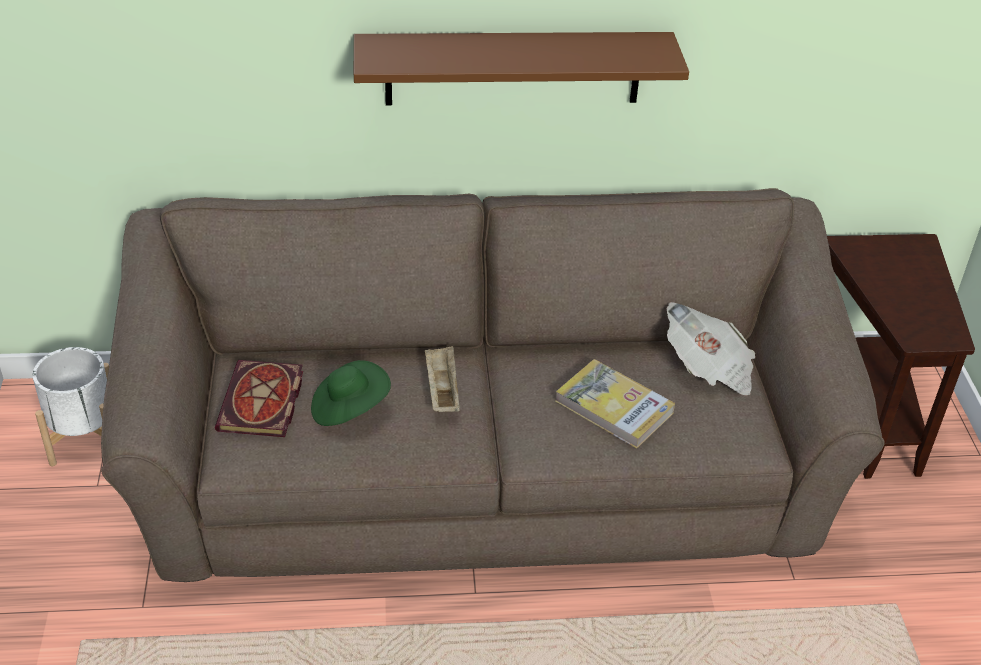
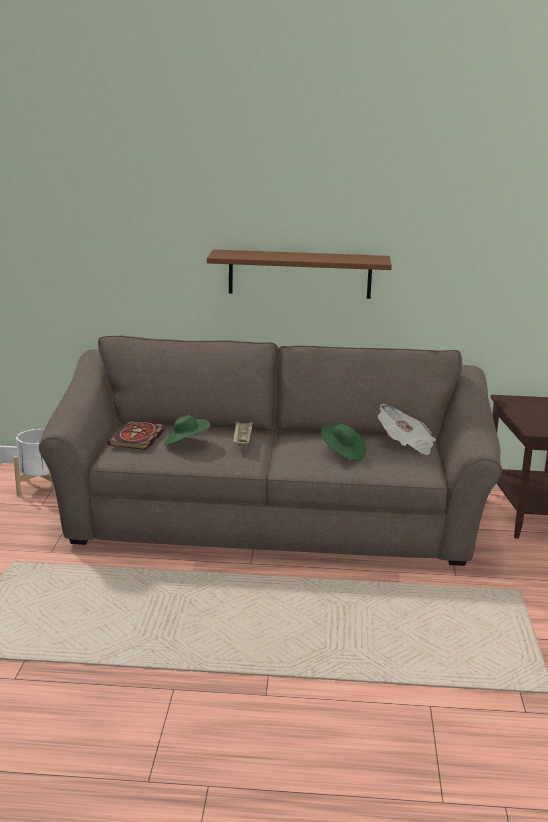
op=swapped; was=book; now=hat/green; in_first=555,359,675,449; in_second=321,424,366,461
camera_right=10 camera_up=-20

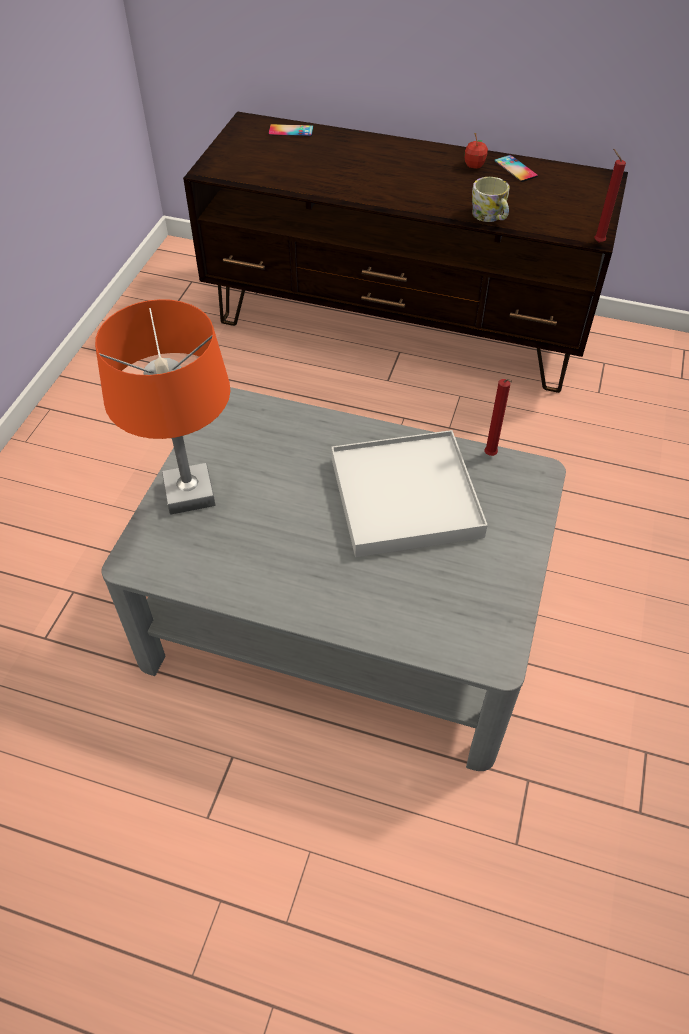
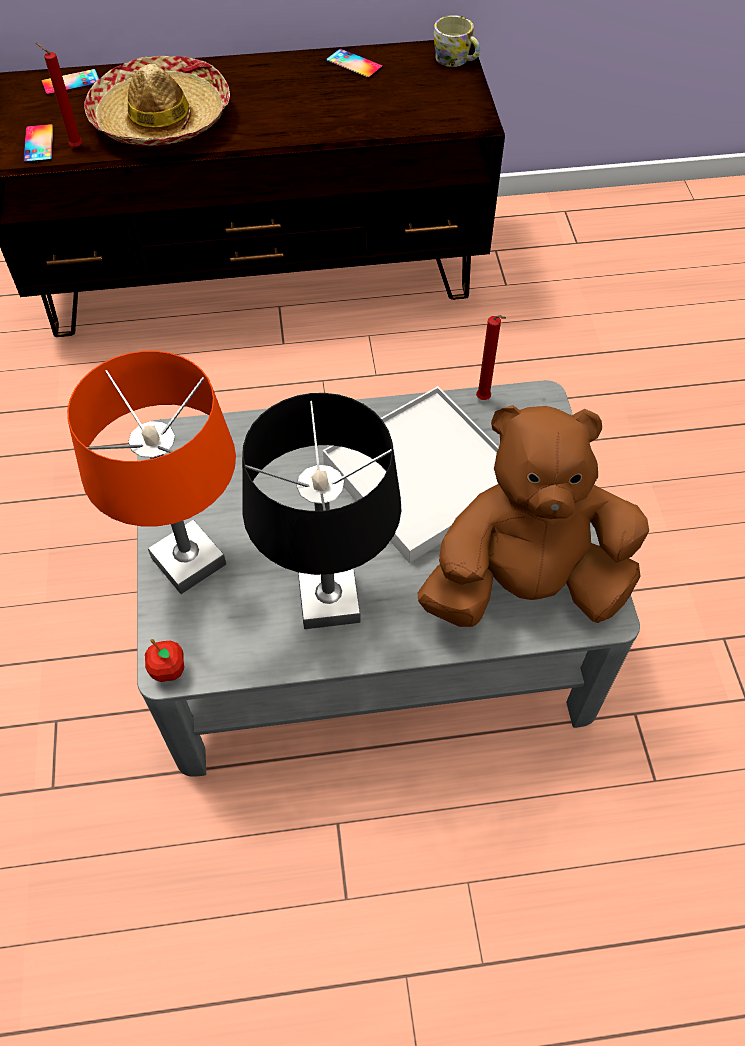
op=new; now=phone; in_second=23,124,54,163
op=shifted; was=candle/red; in_first=594,149,626,243; in_second=35,42,82,148
op=new; now=hat; in_second=84,56,230,146
op=shifted; was=apple; in_first=464,133,488,169; in_second=145,639,184,682
op=new; now=table lamp/black; in_second=242,393,401,629
op=new; now=plush toy/brown; in_second=418,405,649,627
op=shifted; was=mug; in_first=472,177,509,222; in_second=434,15,480,67
camera_right=-25 camera_up=5

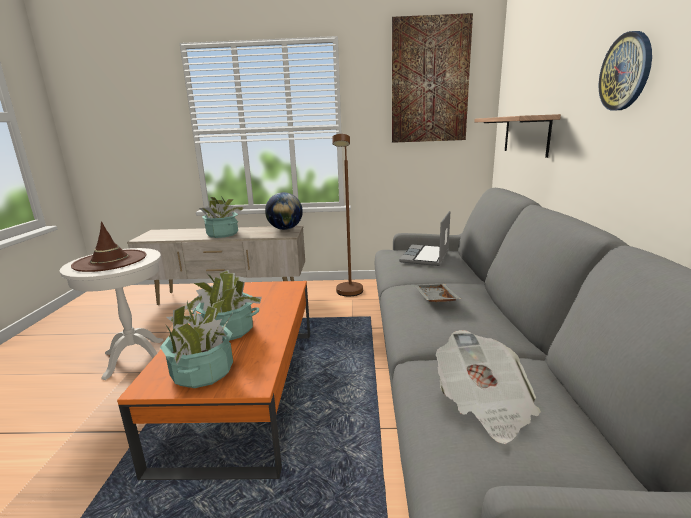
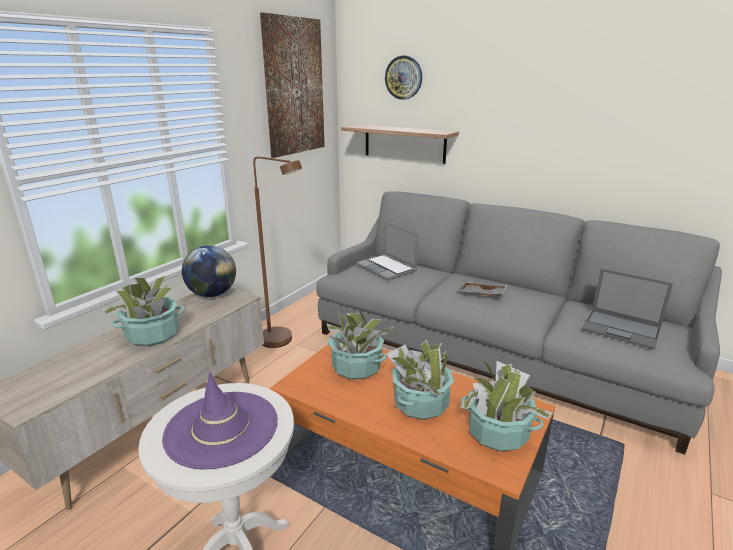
op=repainted; was=hat/brown; now=hat/purple; in_first=71,222,146,272; in_second=162,372,278,470
op=new; now=potted plant; in_second=326,310,394,380
op=shifted; was=wall clock; in_first=599,31,652,111; in_second=385,56,422,100
op=swapped; was=newspaper; now=laptop; in_first=436,330,541,444; in_second=582,268,673,350
camera_right=-60 camera_up=5

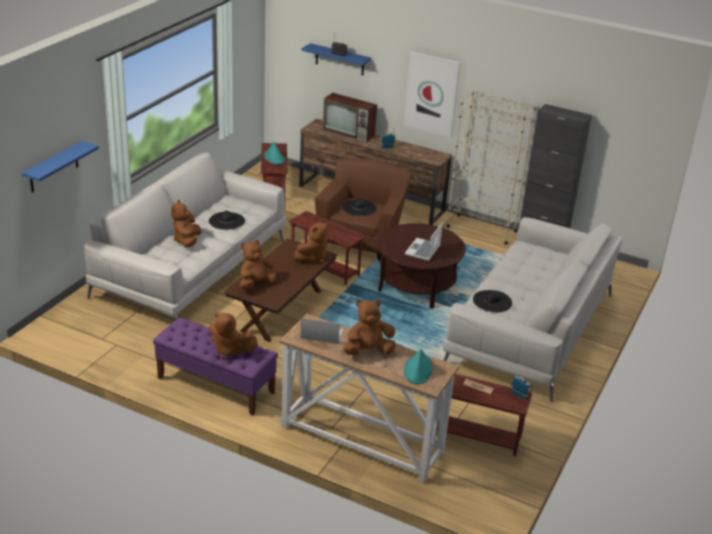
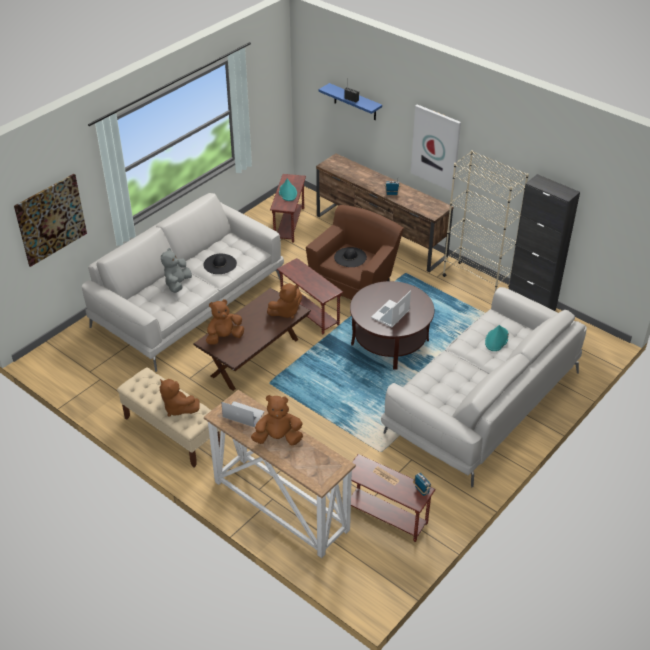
op=swapped; was=shelf/blue; now=picture; in_first=22,141,99,193; in_second=14,174,87,267
op=repainted; was=bench/purple; now=bench/beige; in_first=153,318,278,416; in_second=117,367,220,467
op=repainted; was=plush toy/brown; now=plush toy/grey; in_first=171,200,202,247; in_second=161,248,192,293
op=shifted; was=hat/turquoise; in_first=404,349,433,384; in_second=485,325,509,351
op=gone; was=television; in_first=322,93,377,142
op=gone; was=hat/black; in_first=473,290,512,312
camera_right=15 camera_up=10

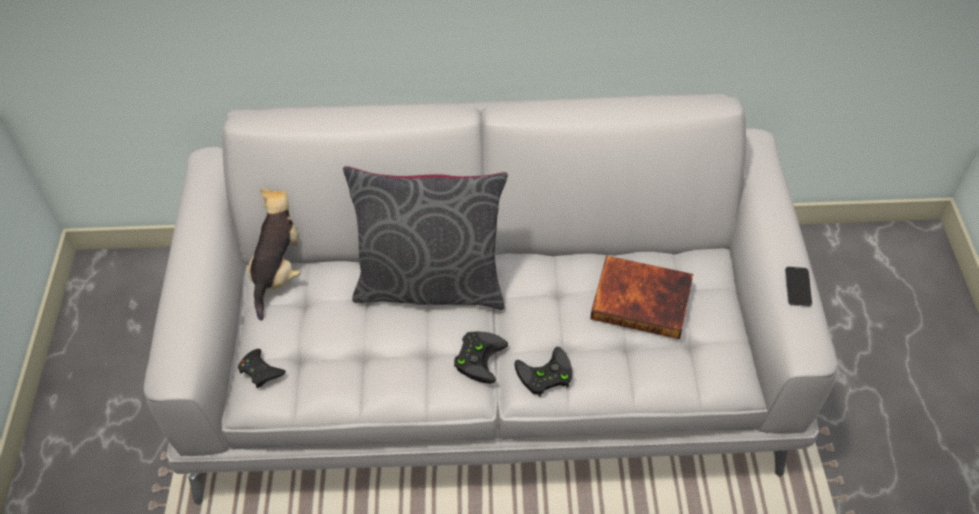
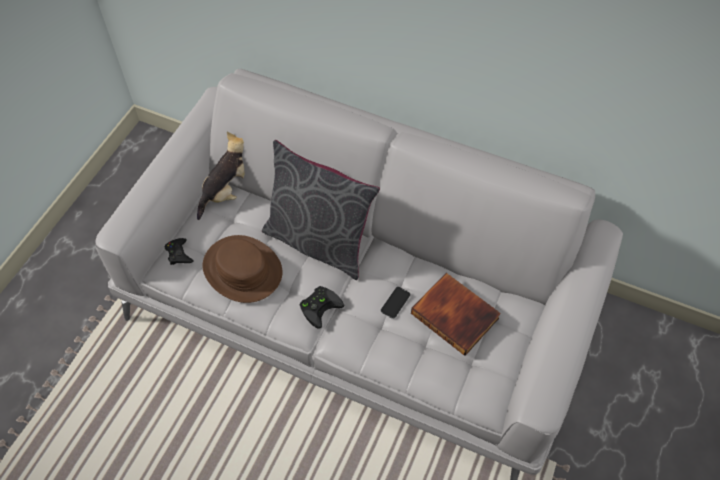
op=new; now=hat/brown; in_second=203,235,283,303
op=shifted; was=phone; in_first=785,267,812,307; in_second=381,287,410,319
op=gone; was=game controller/black; in_first=514,347,572,397
camera_right=25 camera_up=5

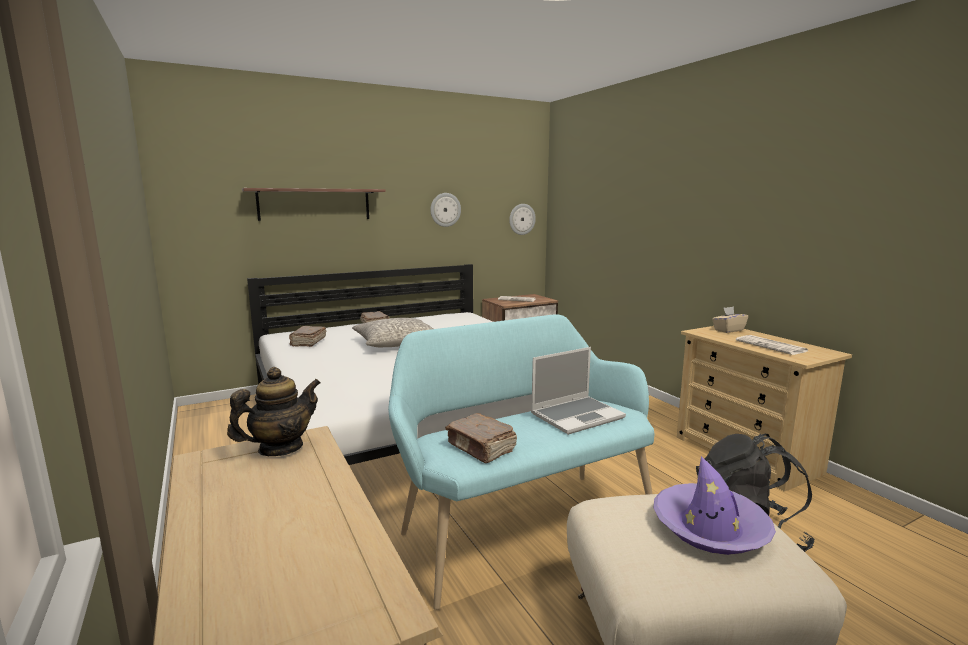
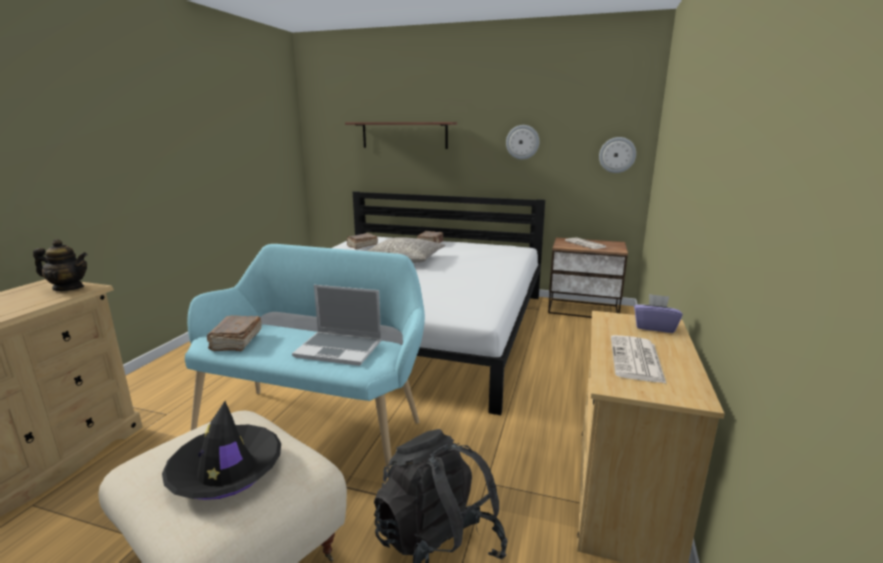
op=repainted; was=hat/purple; now=hat/black; in_first=654,456,776,555; in_second=162,401,281,500
op=repainted; was=tissue box/beige; now=tissue box/purple; in_first=712,306,748,333; in_second=634,294,683,333
camera_right=45 camera_up=5

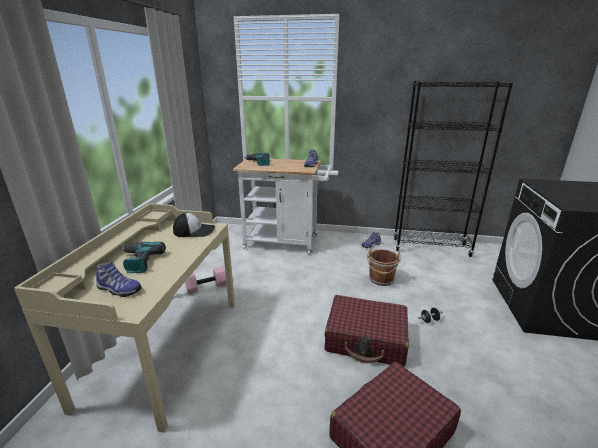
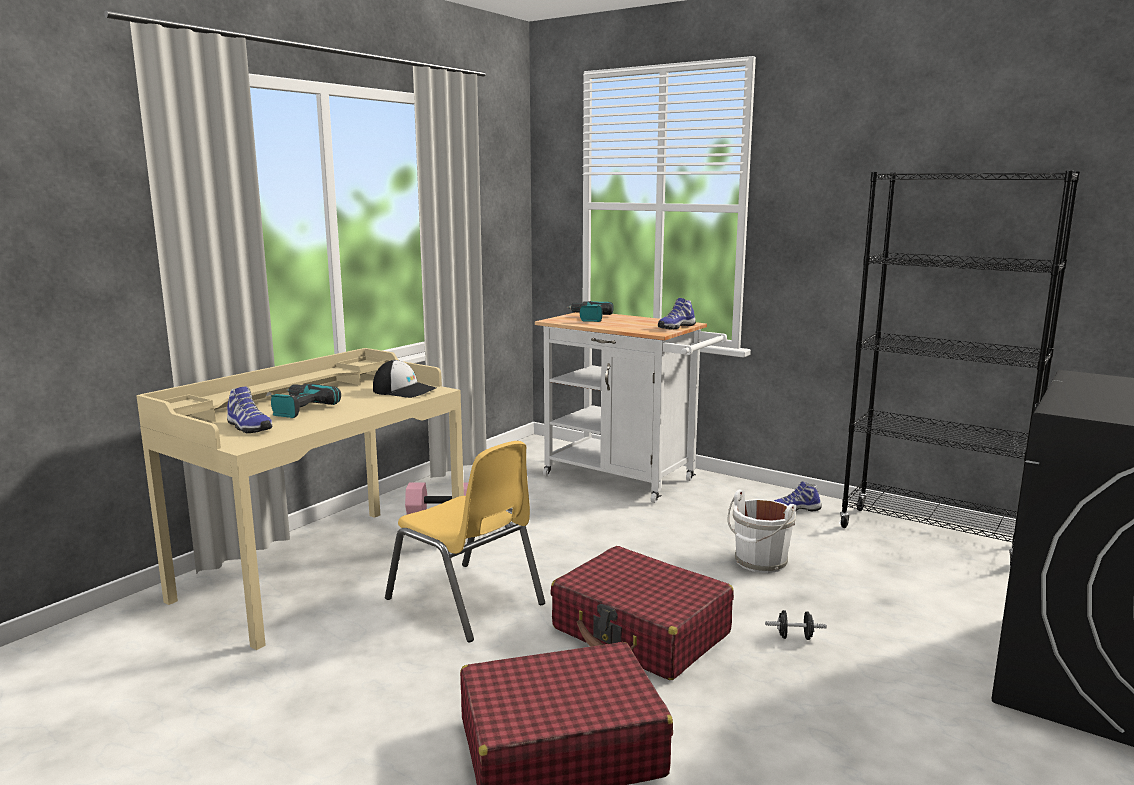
op=new; now=chair/yellow; in_second=385,441,545,642
op=repainted; was=bucket/brown; now=bucket/white; in_first=367,248,401,286; in_second=728,490,796,573
camera_right=25 camera_up=-10

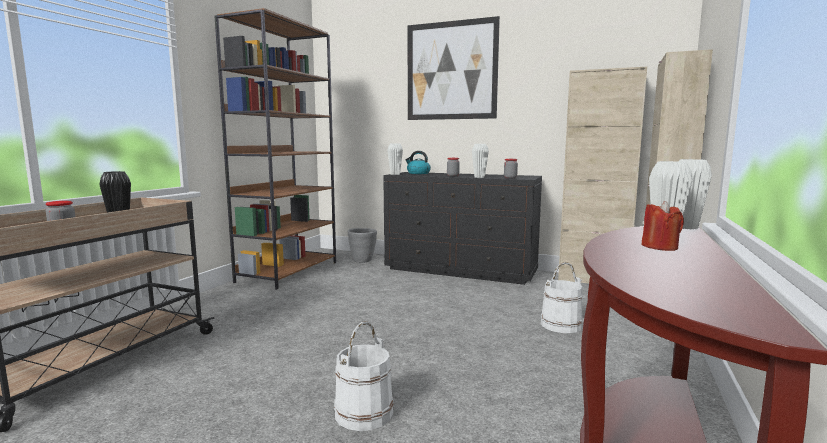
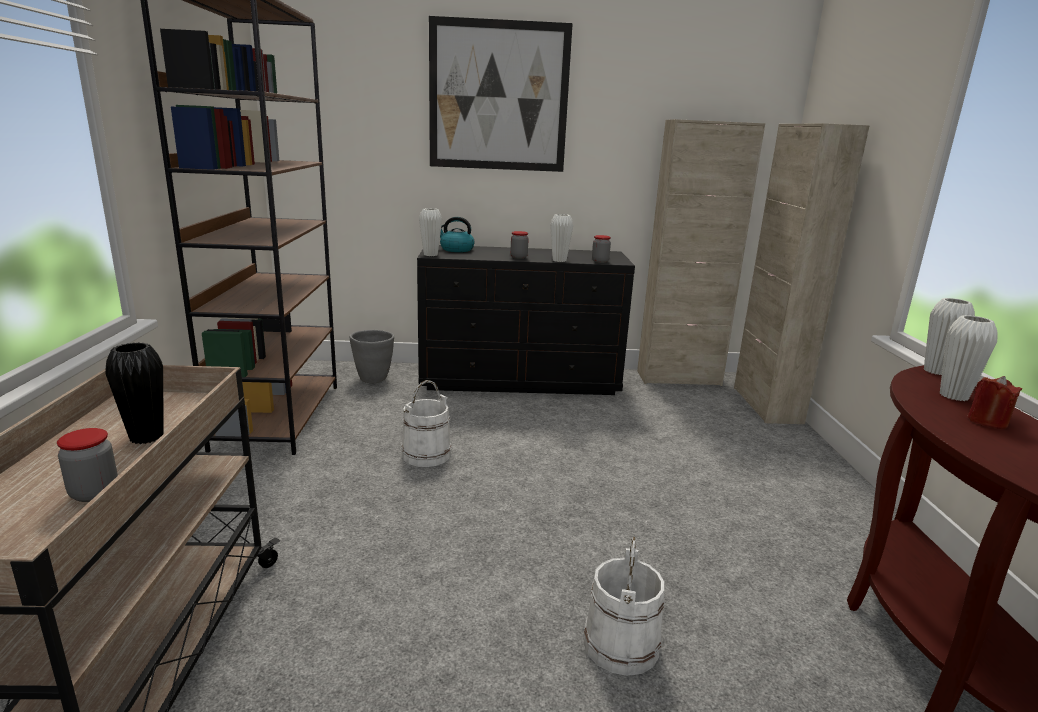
op=shifted; was=bucket/white; in_first=541,262,583,333; in_second=401,380,451,467
camera_right=-25 camera_up=10

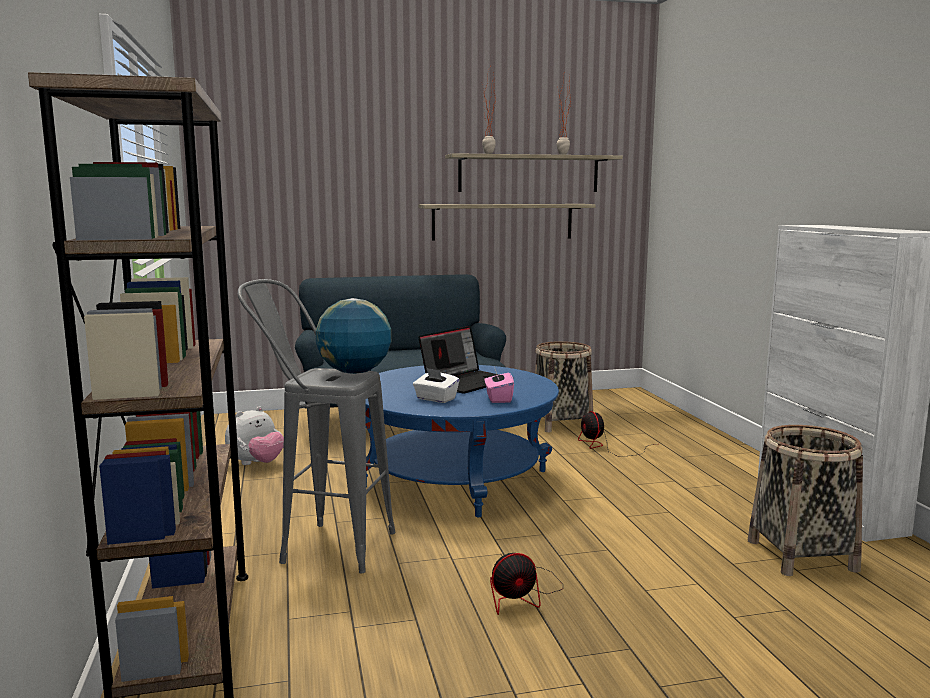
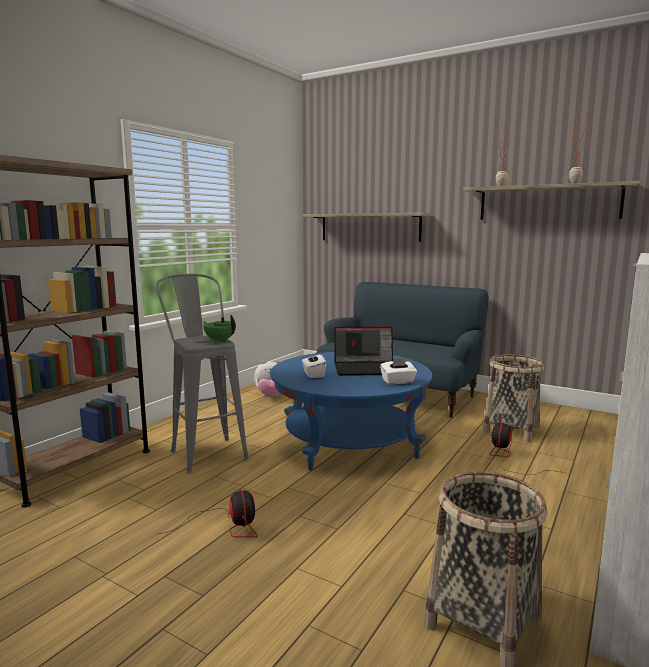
op=rotated; was=fan; in_first=490,553,562,615; in_second=159,489,257,537; clockwise=-135
op=swapped; was=globe; now=teapot/green; in_first=316,298,391,374; in_second=203,315,236,343
op=shifted; was=shelf; in_first=418,204,595,241; in_second=303,213,432,242
op=new; now=tissue box/white; in_second=380,358,417,385
op=gone; was=tissue box/pink; in_first=484,366,514,403
camera_right=45 camera_up=0

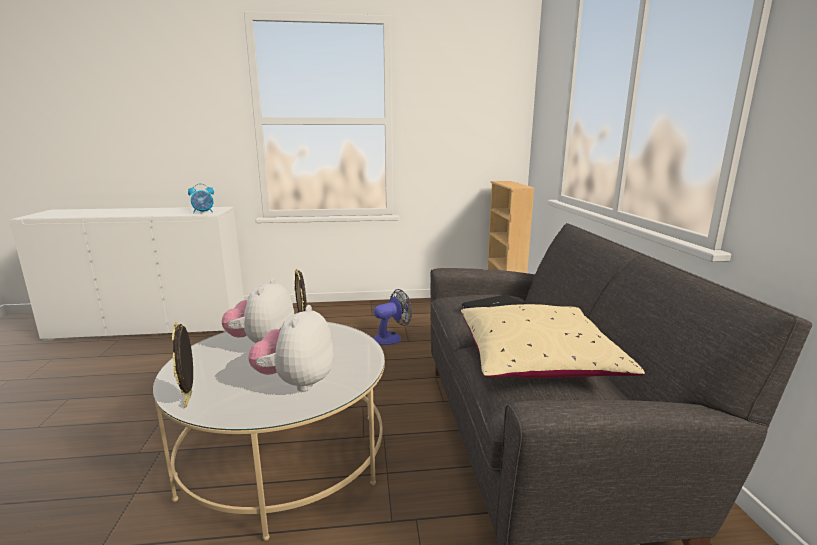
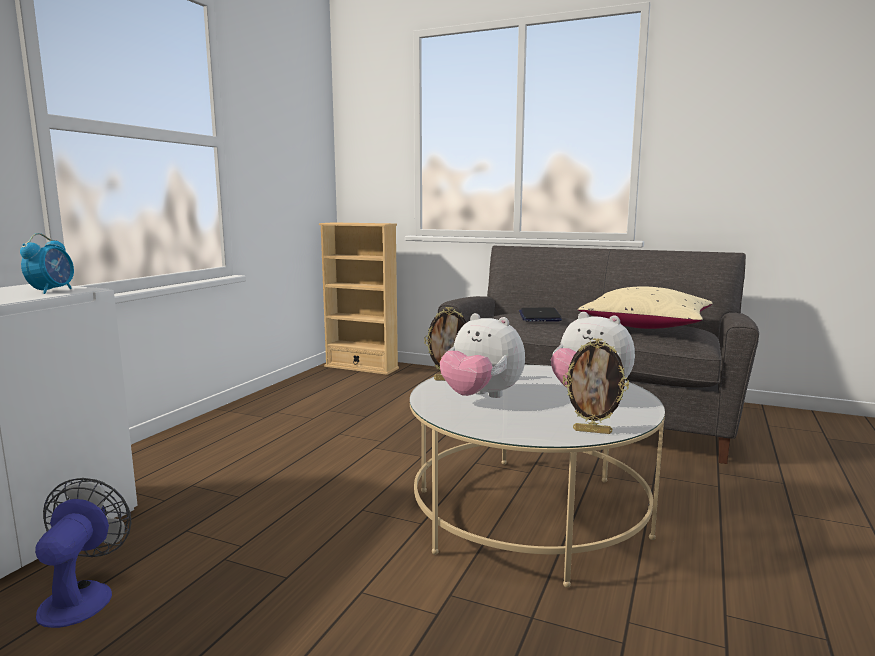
op=shifted; was=fan; in_first=373,289,412,345; in_second=35,478,131,628
camera_right=-60 camera_up=-5

